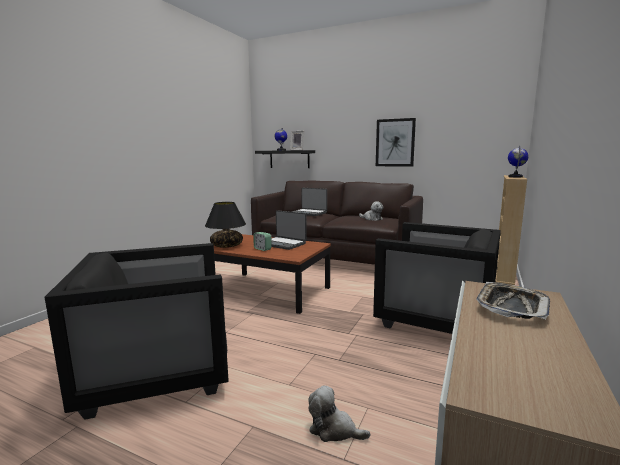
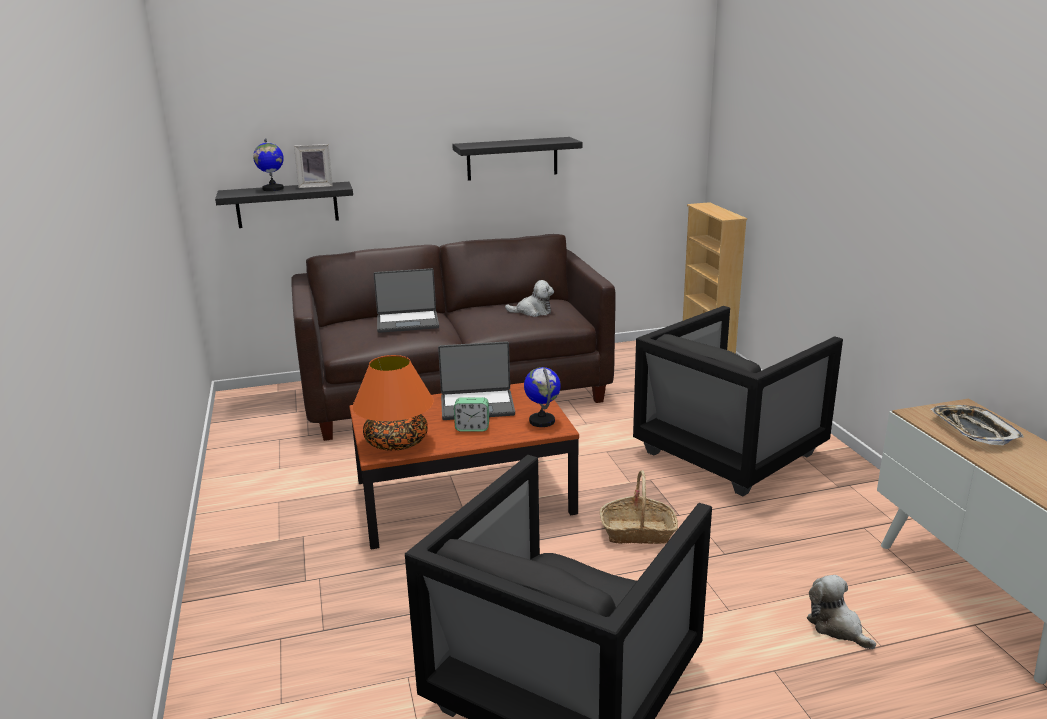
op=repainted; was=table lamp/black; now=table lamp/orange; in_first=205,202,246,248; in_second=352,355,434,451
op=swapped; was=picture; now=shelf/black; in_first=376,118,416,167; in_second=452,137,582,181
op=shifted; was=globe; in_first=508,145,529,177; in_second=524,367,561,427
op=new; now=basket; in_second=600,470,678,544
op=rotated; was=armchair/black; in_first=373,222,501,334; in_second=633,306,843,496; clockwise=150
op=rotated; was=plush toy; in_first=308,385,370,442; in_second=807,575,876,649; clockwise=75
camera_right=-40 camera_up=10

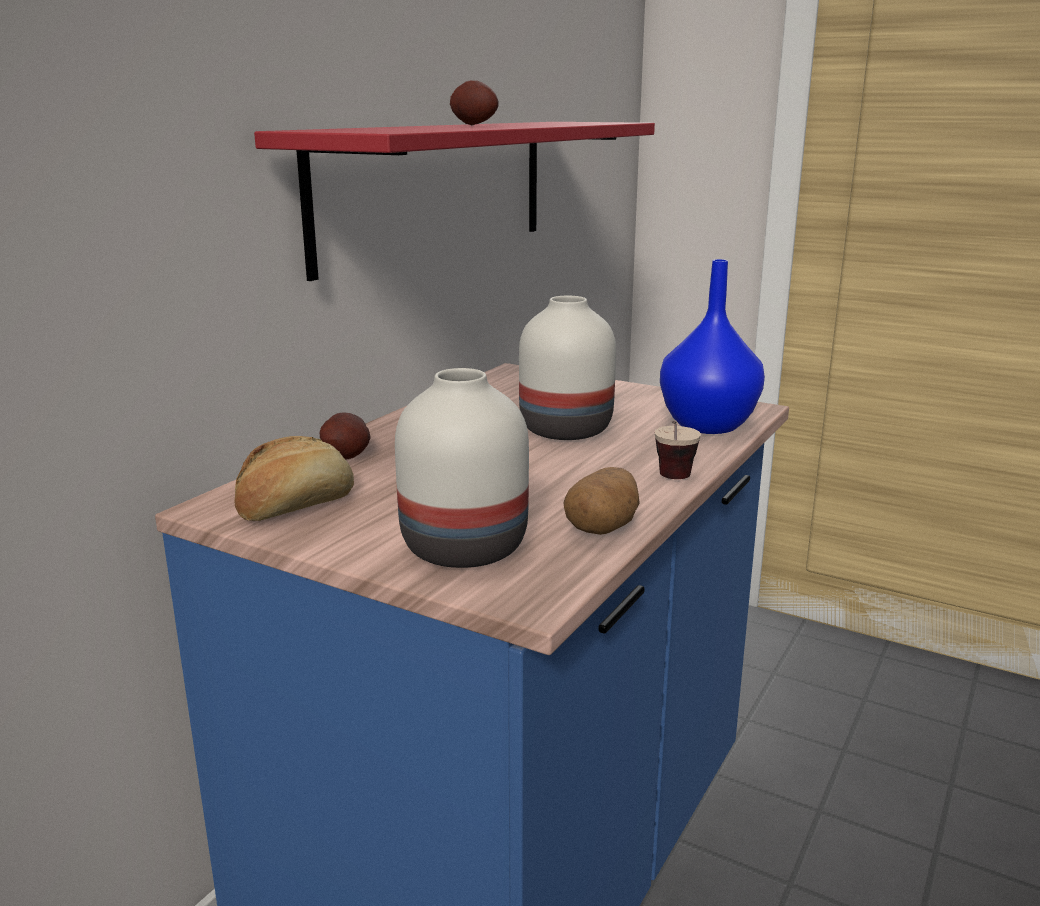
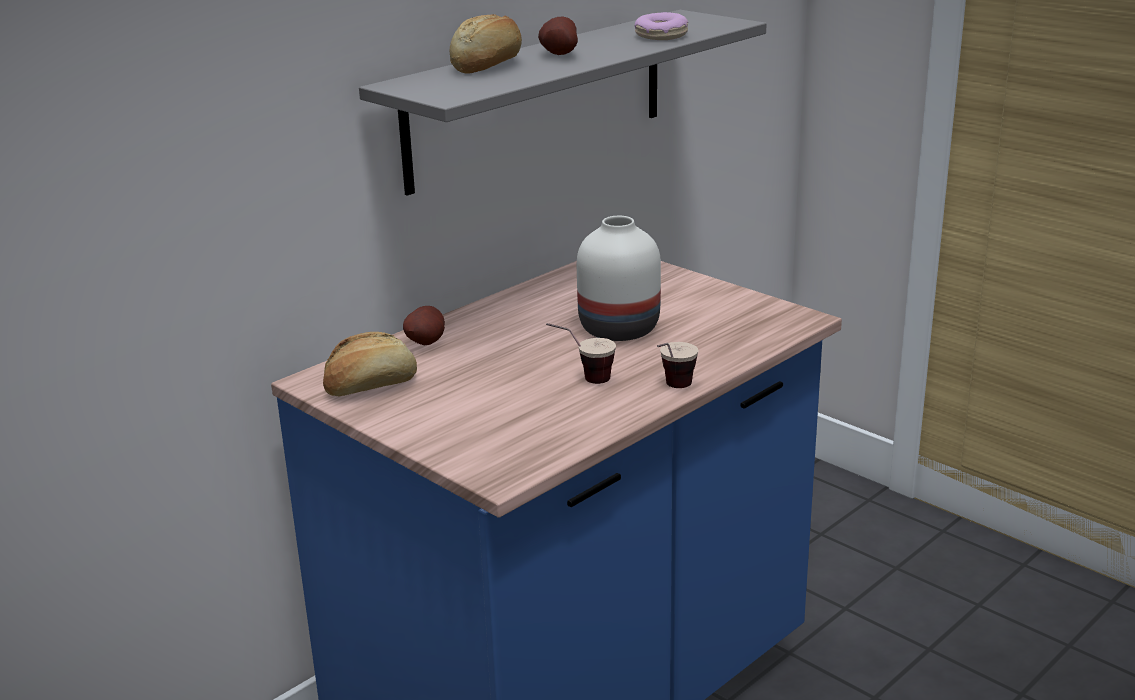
op=repainted; was=shelf/red; now=shelf/grey; in_first=254,122,655,281; in_second=359,10,766,196
op=new; now=bread; in_second=450,14,522,73
op=new; now=cup; in_second=546,323,616,384
op=new; now=donut; in_second=634,12,688,40
op=gone; was=vase/white; in_first=395,368,529,568
op=gone; was=potato; in_first=563,467,640,535
op=gone; was=vase/blue; in_first=660,259,765,434
camera_right=15 camera_up=5

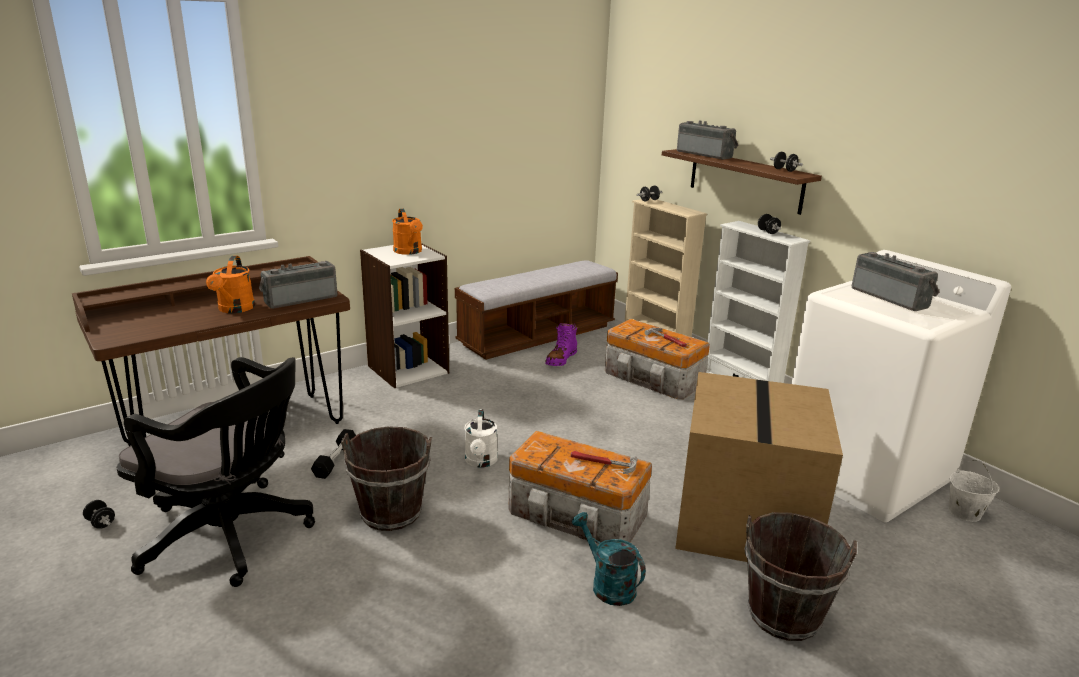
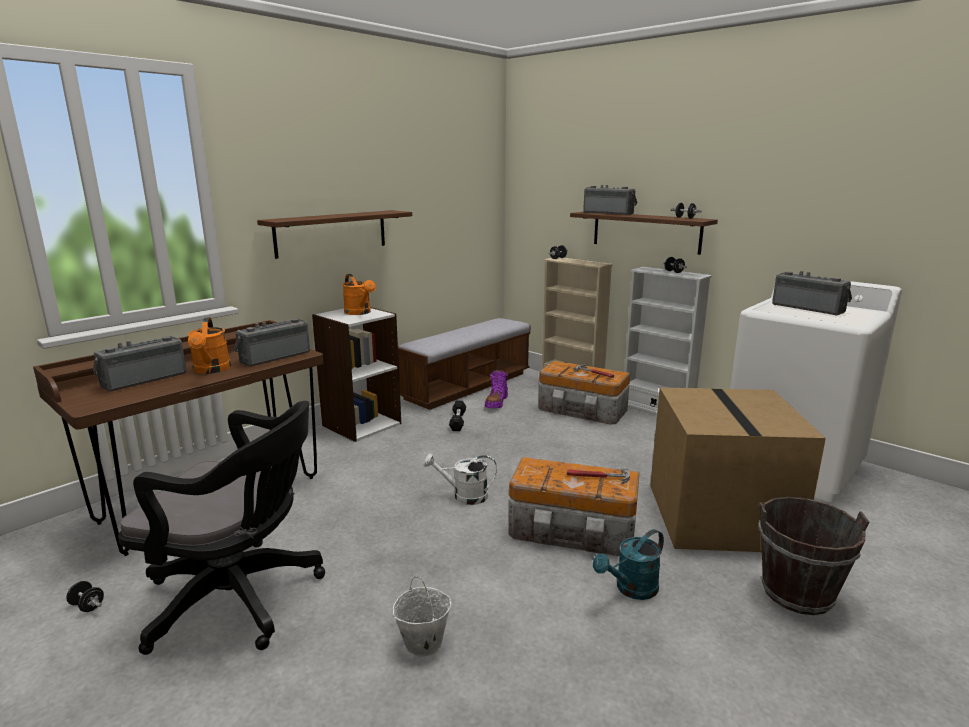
op=new; now=radio; in_second=93,336,187,392
op=new; now=shelf; in_second=257,210,412,259
op=shifted; was=bucket/white; in_first=948,460,999,522; in_second=393,577,451,657
op=rotated; was=watering can/white; in_first=464,409,498,468; in_second=423,454,497,505; clockwise=105
op=shifted; was=dumbbell/black; in_first=311,429,356,479; in_second=449,401,466,431
op=rotated; was=watering can/turquoise; in_first=572,512,646,606; in_second=593,529,664,600; clockwise=-75
op=gone; was=bucket/brown; in_first=341,427,432,531
camera_right=-10 camera_up=-5

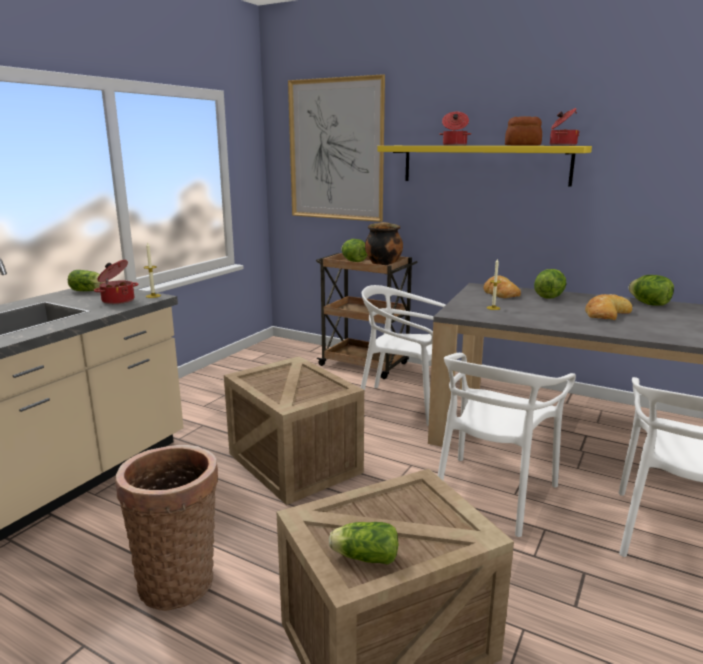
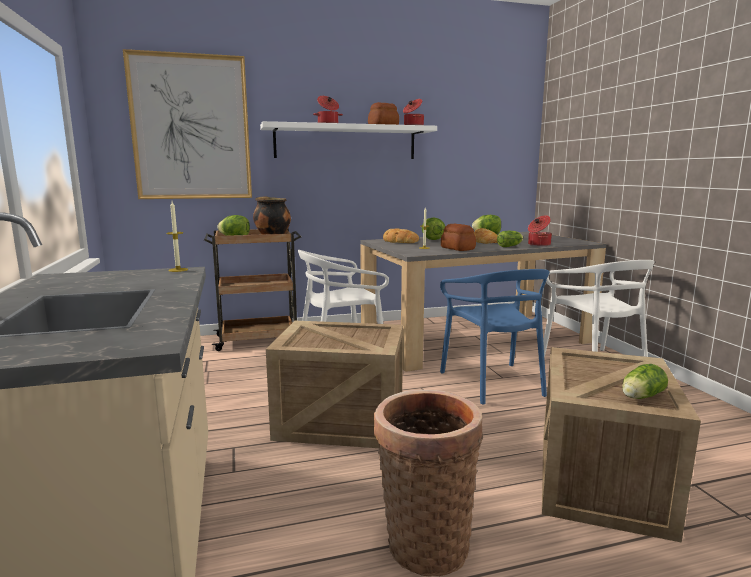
op=repainted; was=shelf/yellow; now=shelf/white; in_first=377,146,592,187; in_second=260,121,437,159
op=repainted; was=chair/white; now=chair/blue; in_first=438,353,576,537; in_second=440,269,549,405
op=new; now=bread; in_second=441,224,476,251
op=shifted; was=lettuce; in_first=68,270,106,291; in_second=497,231,523,247
op=shifted; was=cooking pot; in_first=94,260,138,304; in_second=528,215,552,246
camera_right=-45 camera_up=-5

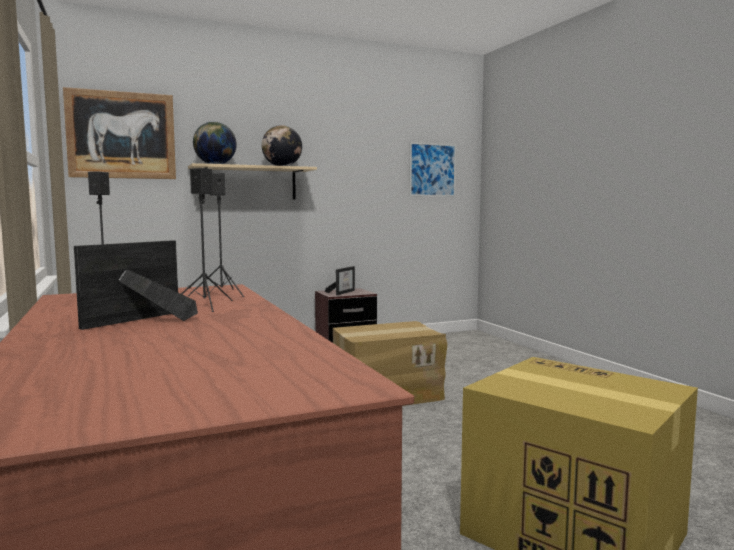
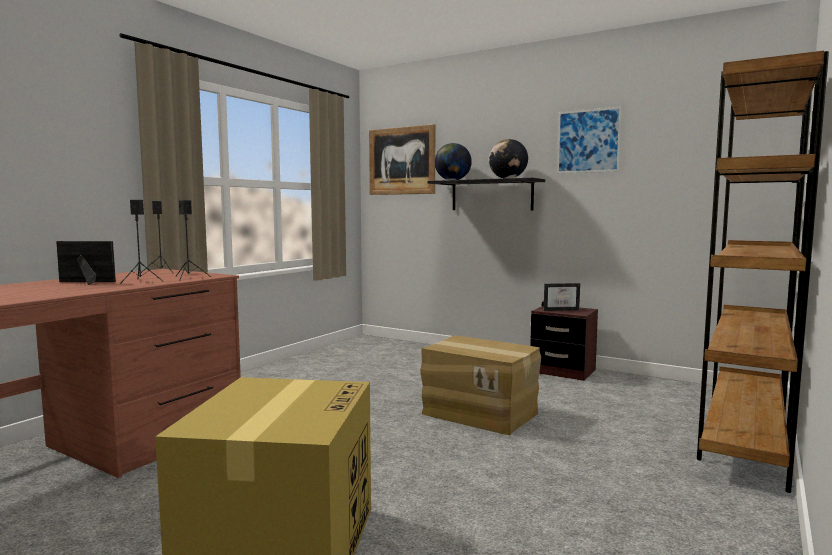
op=repainted; was=shelf/beige; now=shelf/black; in_first=188,163,317,200; in_second=428,178,545,210
op=shifted; was=picture; in_first=409,142,456,197; in_second=557,106,622,174
op=new; now=bookcase/brown; in_second=697,51,829,493
camera_right=55 camera_up=0

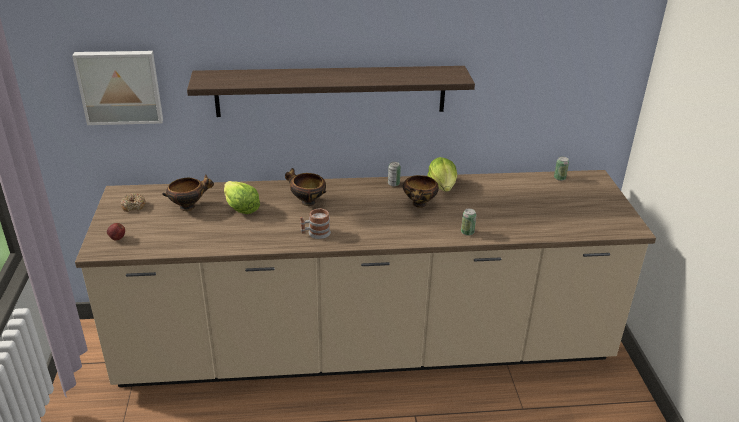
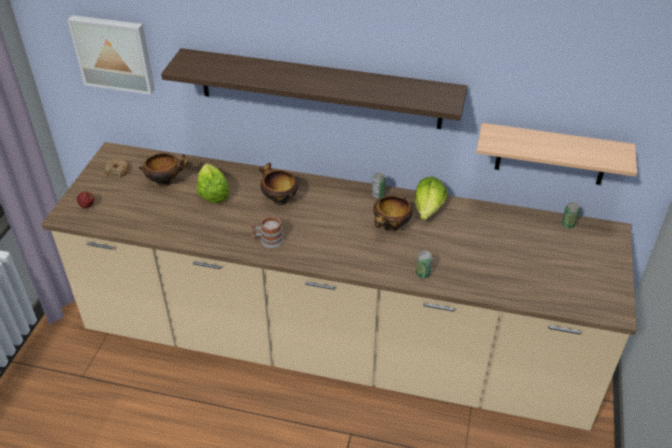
op=new; now=shelf; in_second=476,123,637,185
camera_right=20 camera_up=10

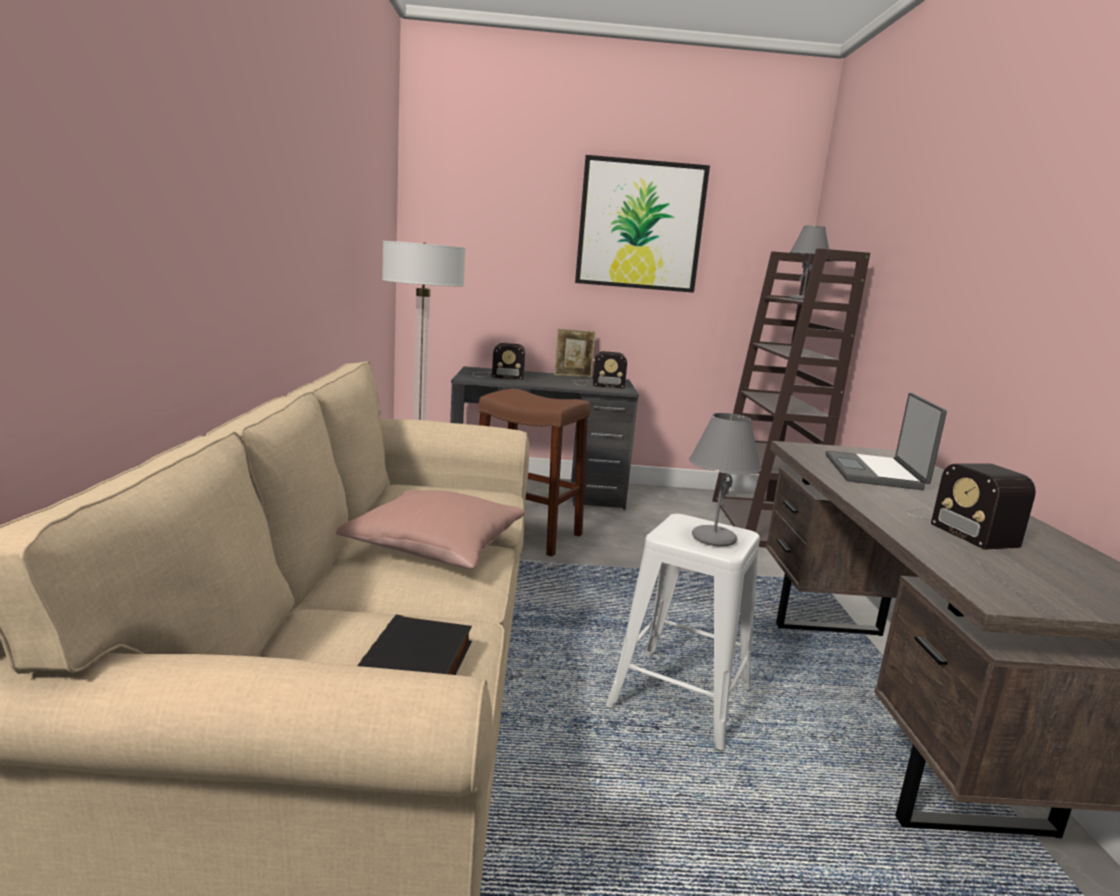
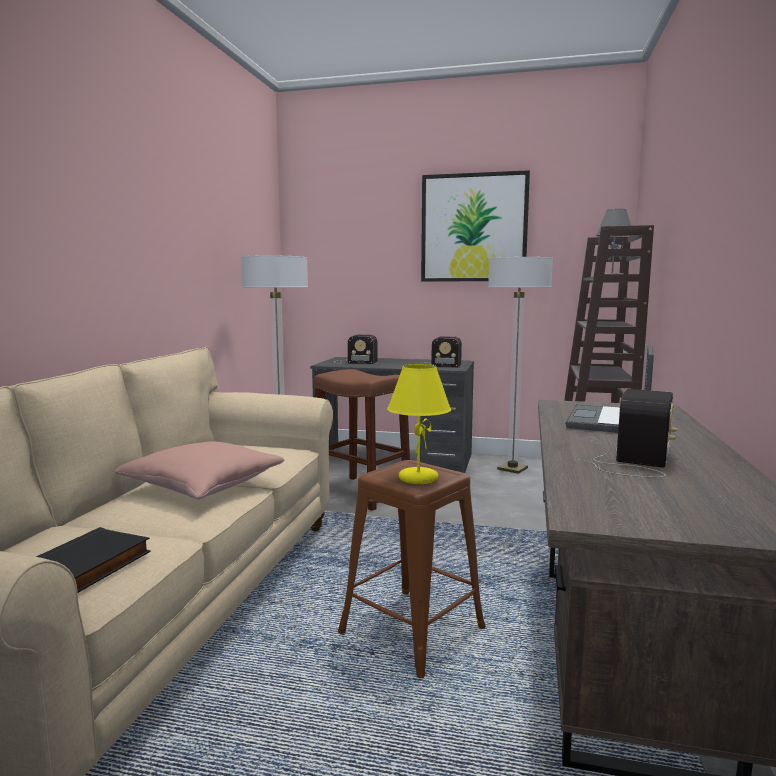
op=repainted; was=stool/white; now=stool/brown; in_first=606,514,760,751; in_second=338,460,486,678
op=repainted; was=table lamp/grey; now=table lamp/yellow; in_first=689,413,761,547; in_second=387,364,451,484
op=new; now=floor lamp; in_second=488,257,553,474
op=rotated; was=radio; in_first=907,463,1036,550; in_second=578,389,677,478; clockwise=-150
op=gone; was=picture frame; in_first=554,329,596,377
camera_right=15 camera_up=-5

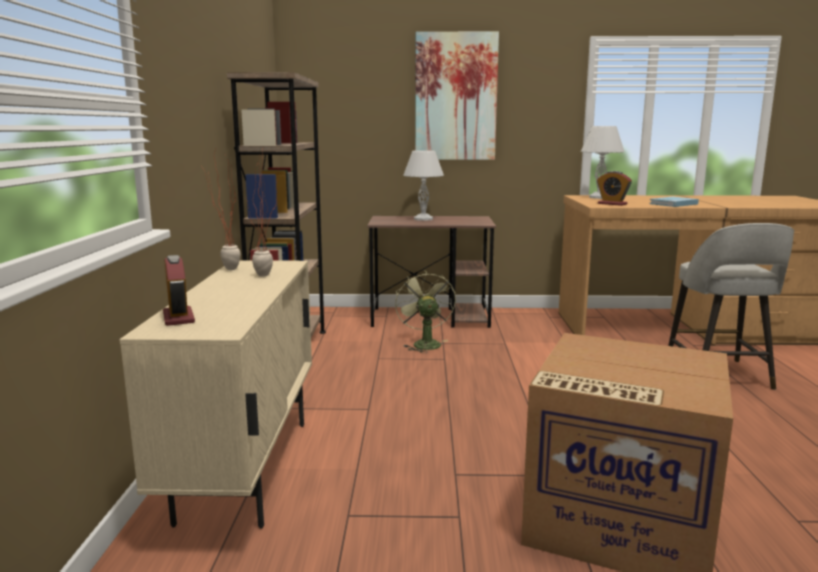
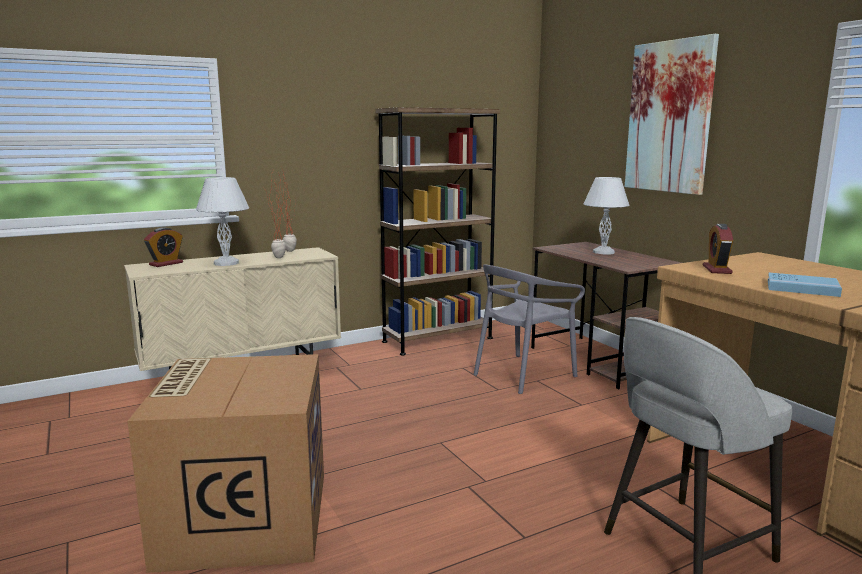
op=shifted; was=table lamp/white; in_first=581,126,624,199; in_second=196,177,249,266
op=swapped; was=fan/green; now=chair/grey; in_first=395,270,456,353; in_second=473,264,585,394
camera_right=60 camera_up=0

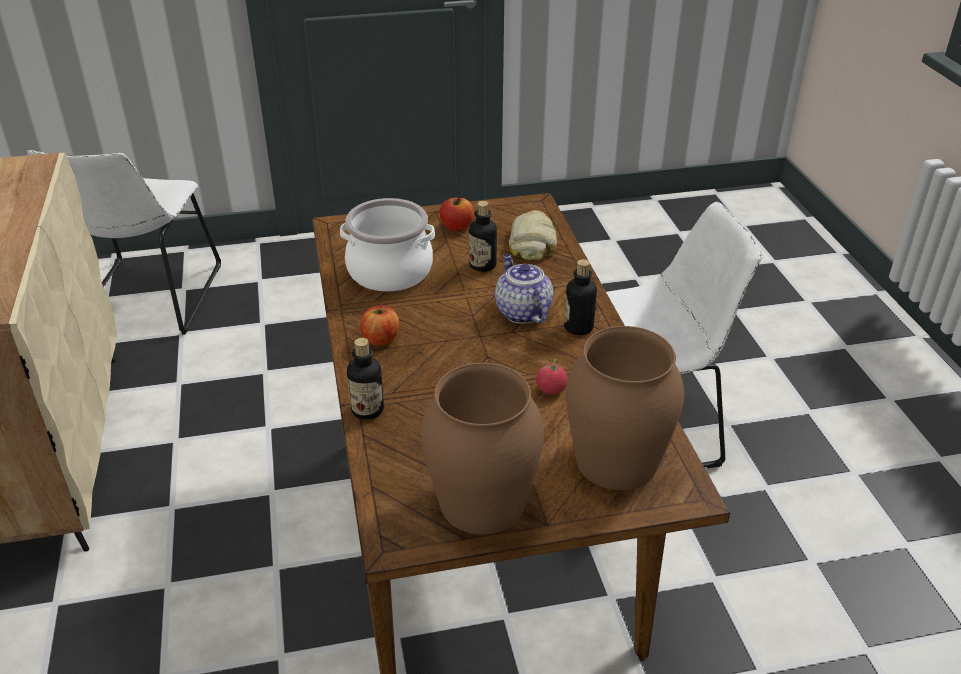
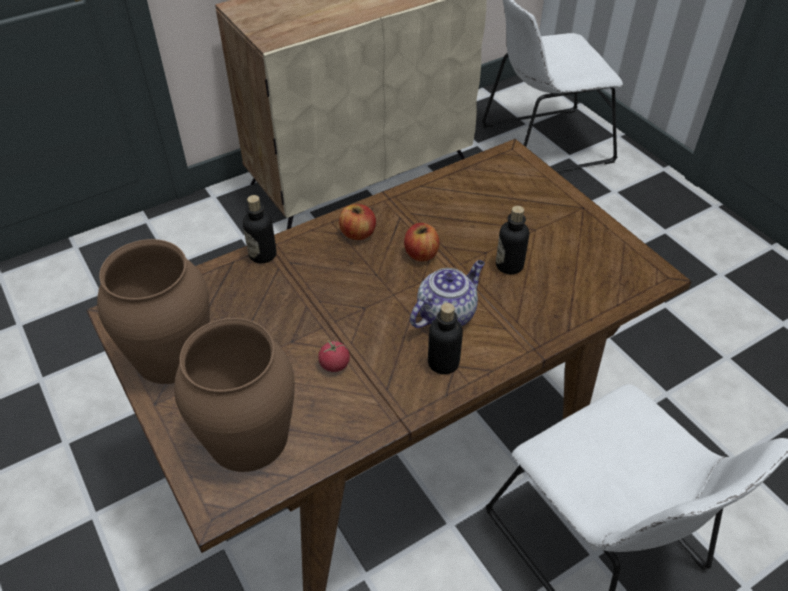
op=shifted; was=apple; in_first=439,196,474,231; in_second=404,223,439,261
op=gone; was=cooking pot; in_first=340,198,435,292
op=gone; was=bread; in_first=509,210,557,260
camera_right=70 camera_up=10

